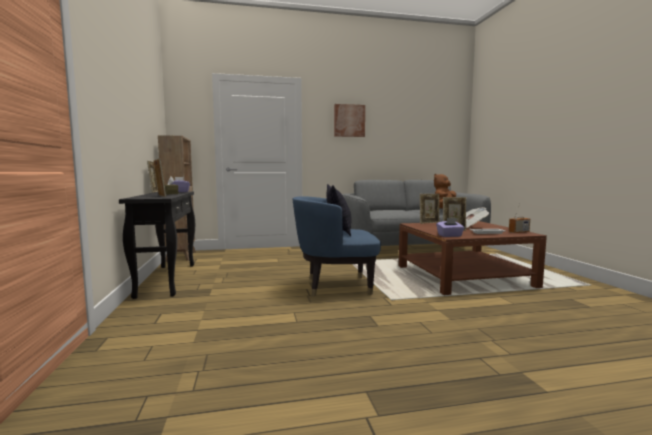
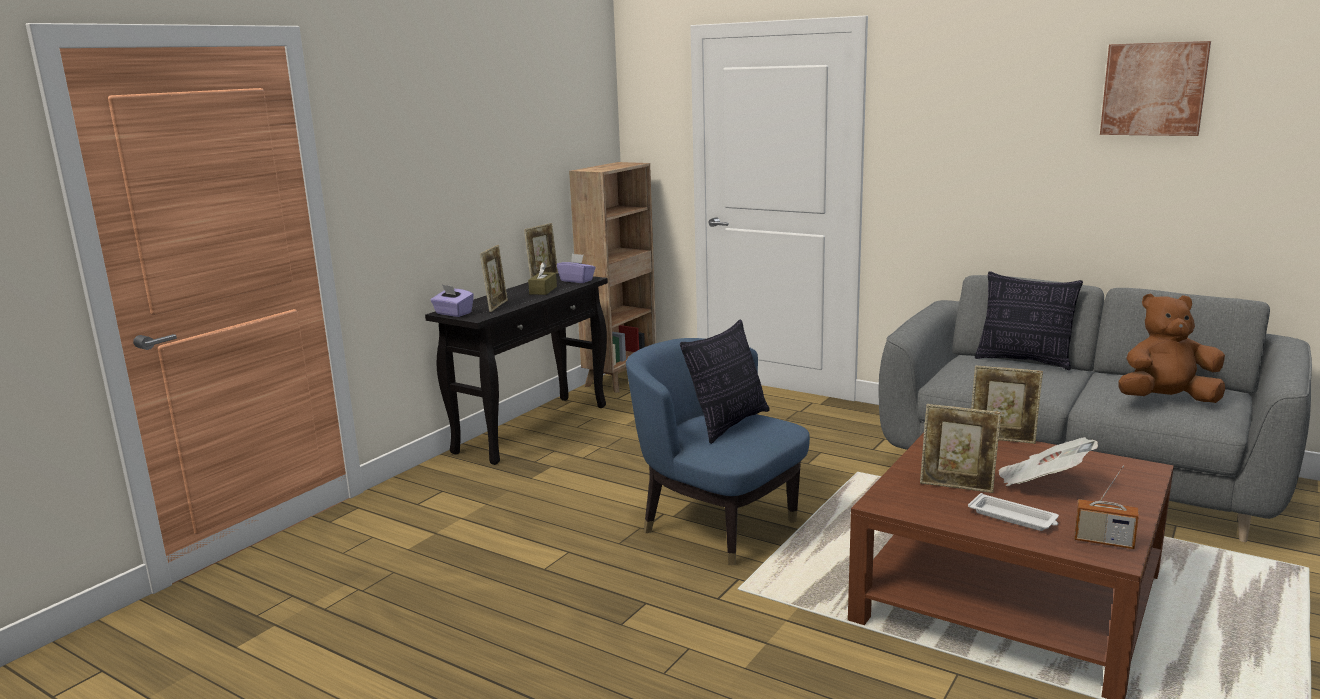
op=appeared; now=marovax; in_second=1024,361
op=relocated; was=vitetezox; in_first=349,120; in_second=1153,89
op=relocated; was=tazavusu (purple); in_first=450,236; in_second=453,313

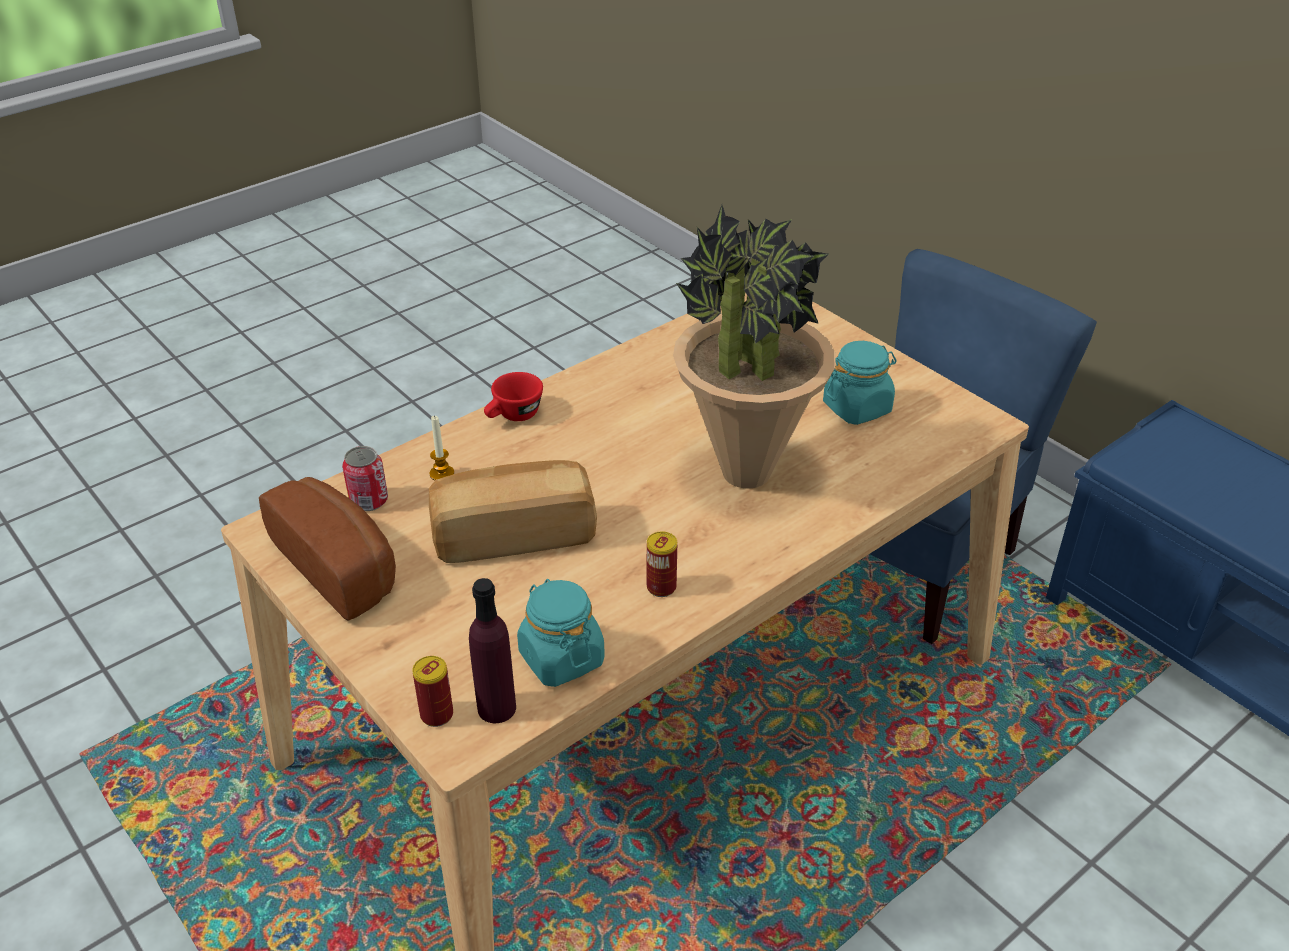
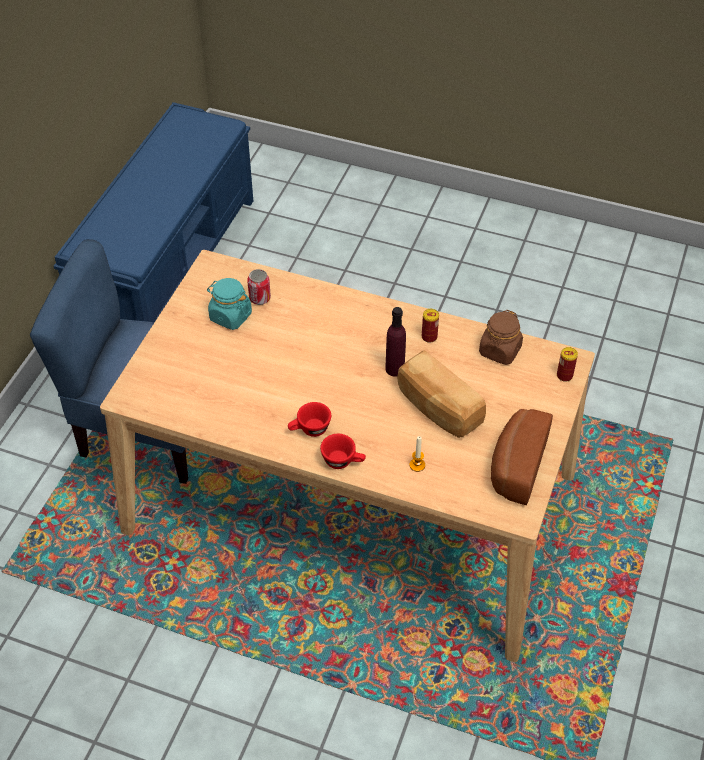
op=missing; was=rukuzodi; in_first=745,472
op=appeared; now=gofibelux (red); in_second=309,430
op=relocated; was=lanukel; in_first=369,501; in_second=259,298
op=relocated; was=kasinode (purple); in_first=496,708; in_second=394,369
op=colour; was=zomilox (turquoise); now=zomilox (brown); in_first=561,658; in_second=500,351

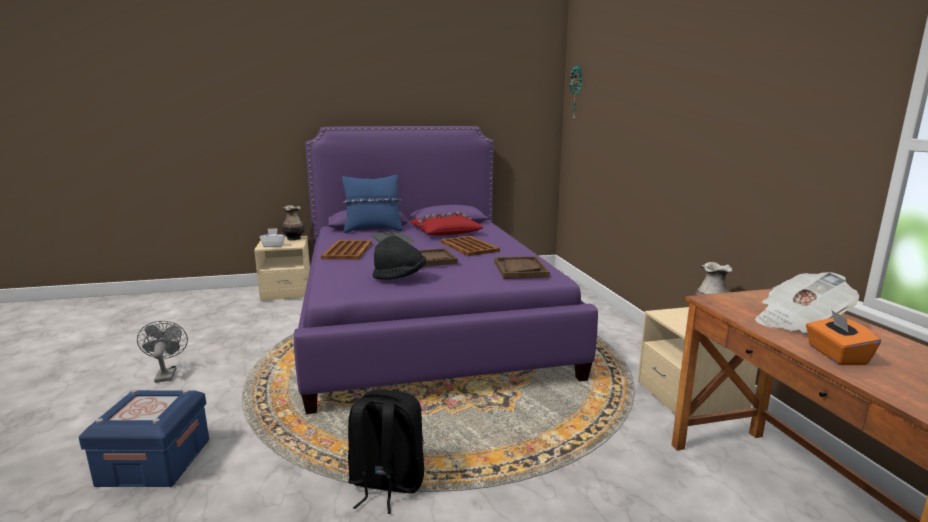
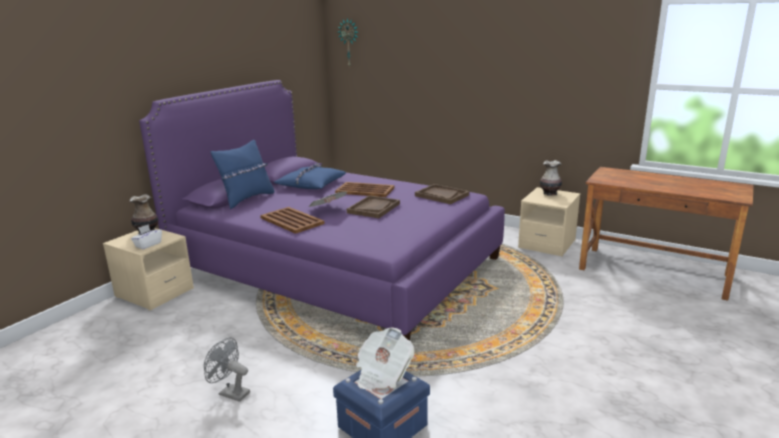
op=missing; was=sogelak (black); in_first=386,484
op=missing; was=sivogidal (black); in_first=400,277
op=missing; was=tazavusu (orange); in_first=836,355
op=relocated; was=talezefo; in_first=798,322; in_second=382,373
op=colour; was=marovax (red); now=marovax (blue); in_first=445,232; in_second=311,184

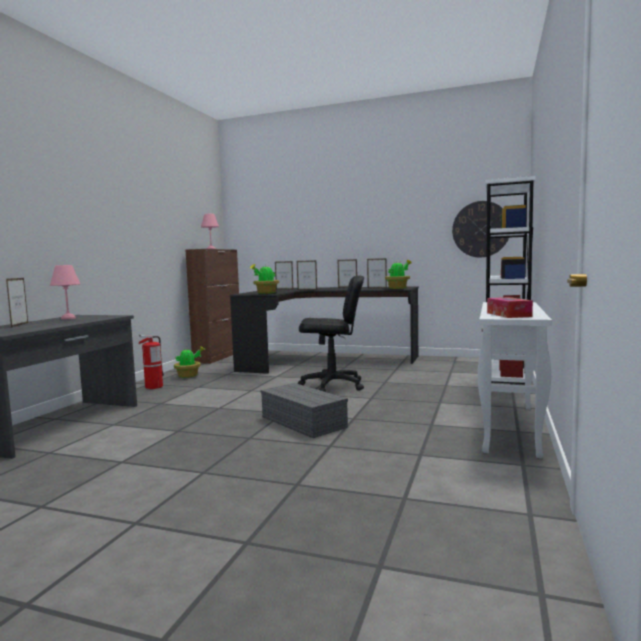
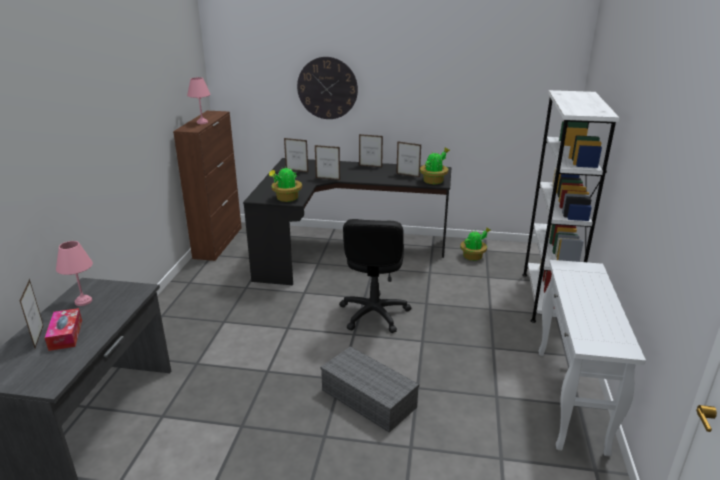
op=missing; was=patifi; in_first=153,387
op=relocated; was=rukuzodi; in_first=189,376; in_second=473,256
op=relocated; was=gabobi; in_first=481,229; in_second=327,88
op=relocated; was=tazavusu; in_first=508,315; in_second=66,335
op=spun; was=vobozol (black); in_first=332,386; in_second=373,314; clockwise=105

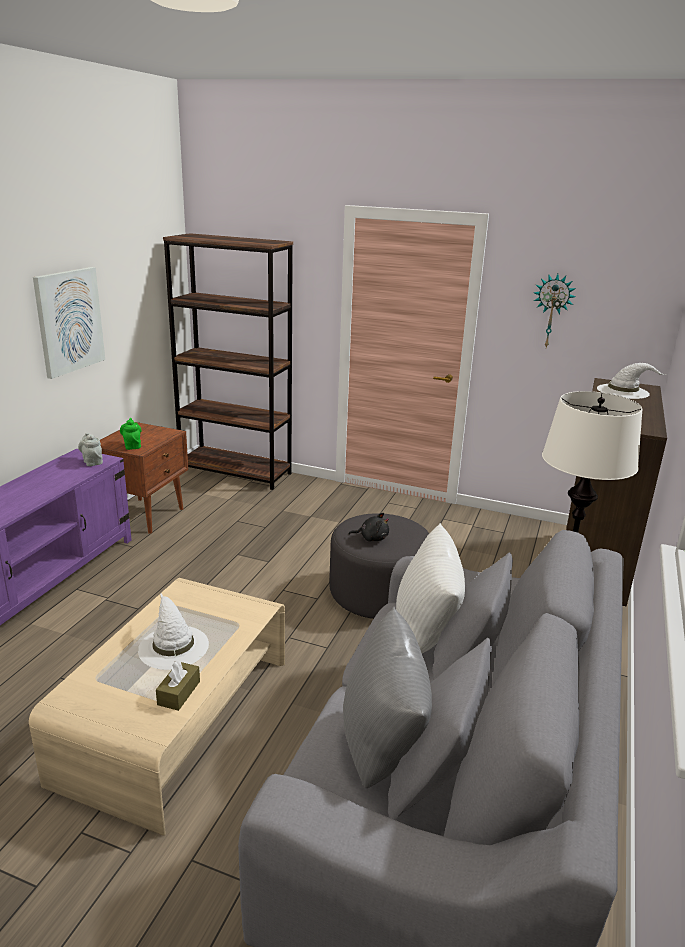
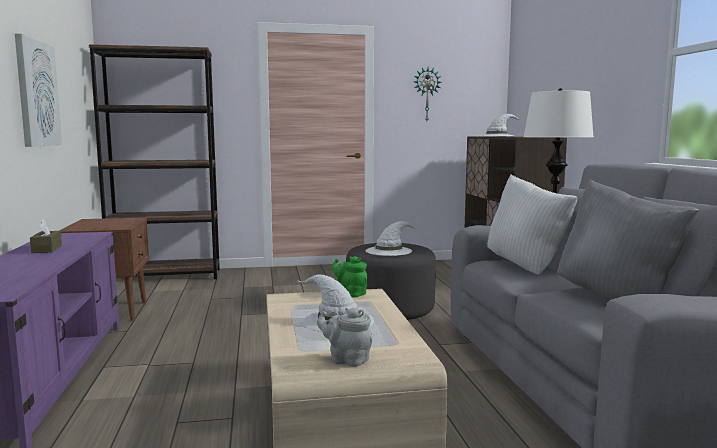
op=relocated; was=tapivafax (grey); in_first=92,462; in_second=346,360
op=relocated; was=tapivafax (green); in_first=132,446; in_second=350,294
op=relocated; was=tazavusu (brown); in_first=179,693; in_second=47,249
op=exchanged; was=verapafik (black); now=sivogidal (white); in_first=372,538; in_second=389,250

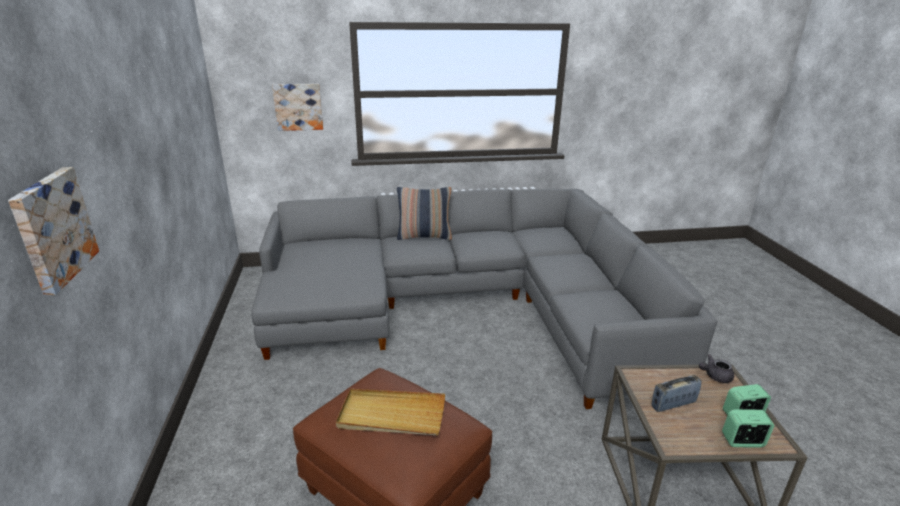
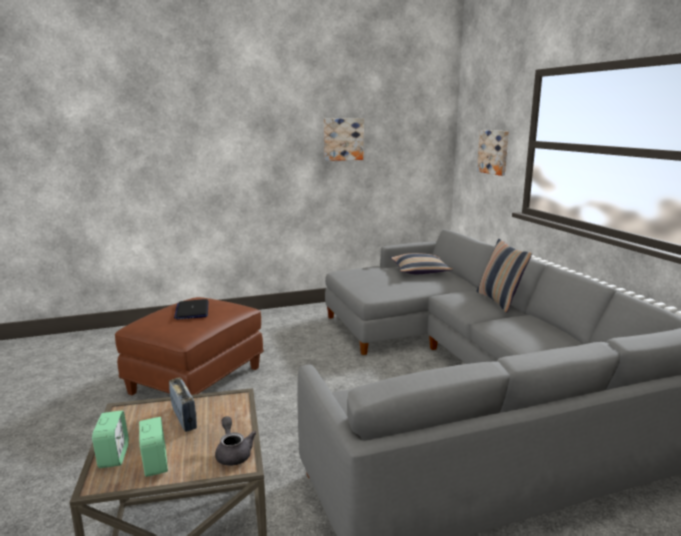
op=appeared; now=marovax; in_second=419,271
op=relocated; was=vitetezox; in_first=52,229; in_second=343,139
op=exchanged; was=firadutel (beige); now=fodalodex; in_first=391,415; in_second=192,310

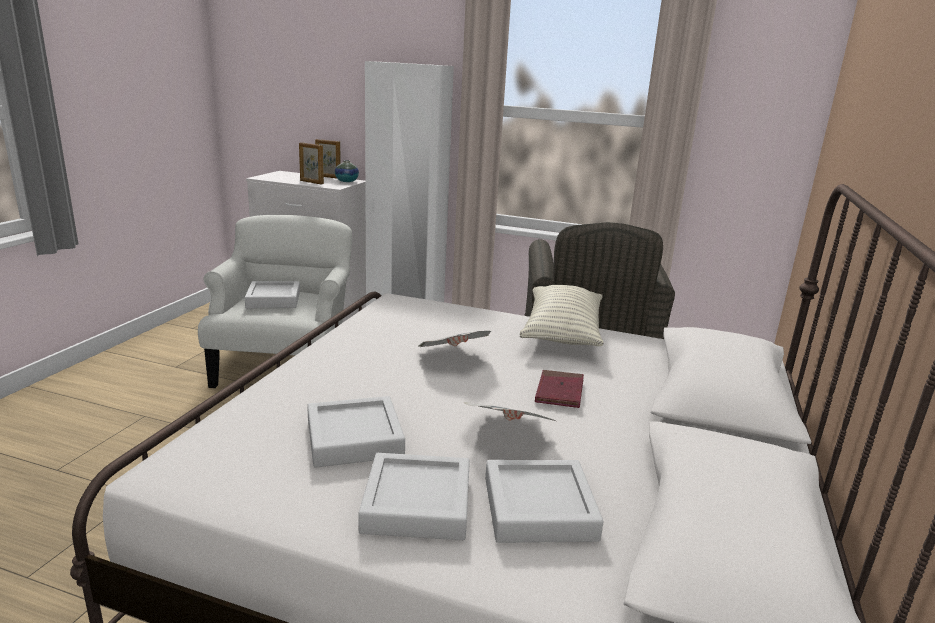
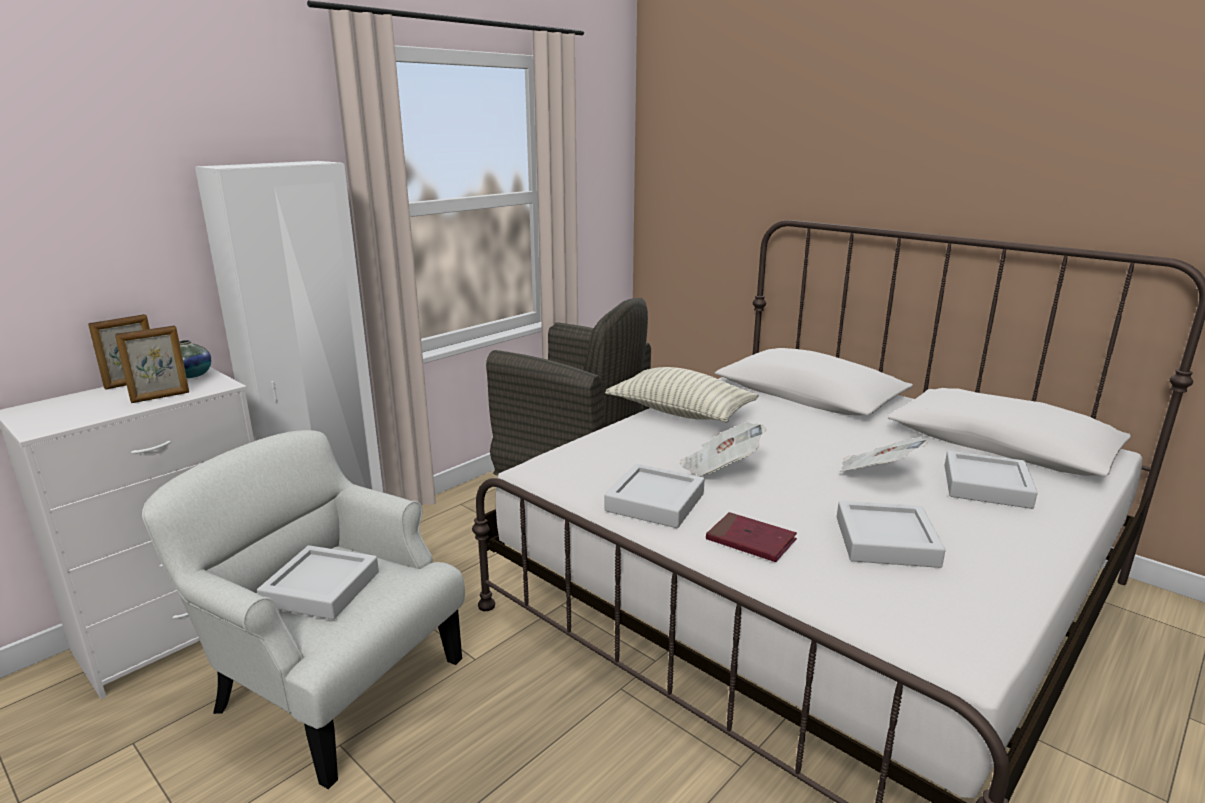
op=relocated; was=firadutel (grey); in_first=417,504; in_second=655,502
op=relocated; was=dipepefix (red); in_first=559,392; in_second=750,541

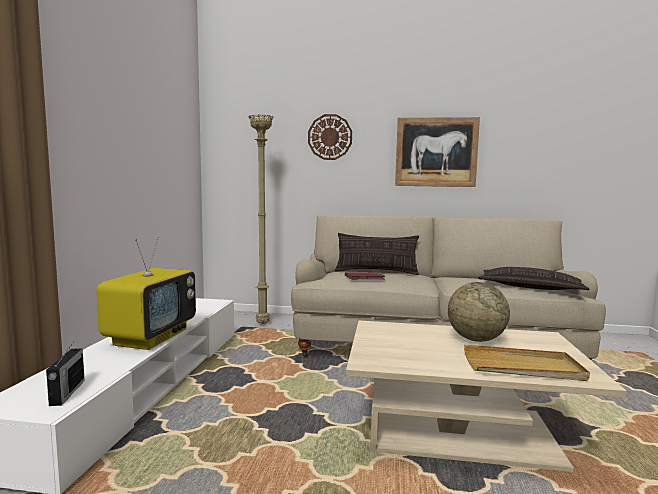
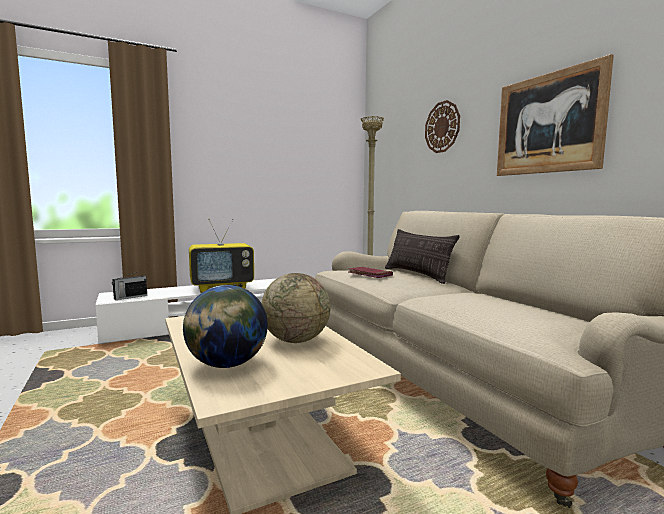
op=missing; was=marovax; in_first=530,287
op=exchanged; was=firadutel (beige); now=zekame; in_first=522,367; in_second=227,364

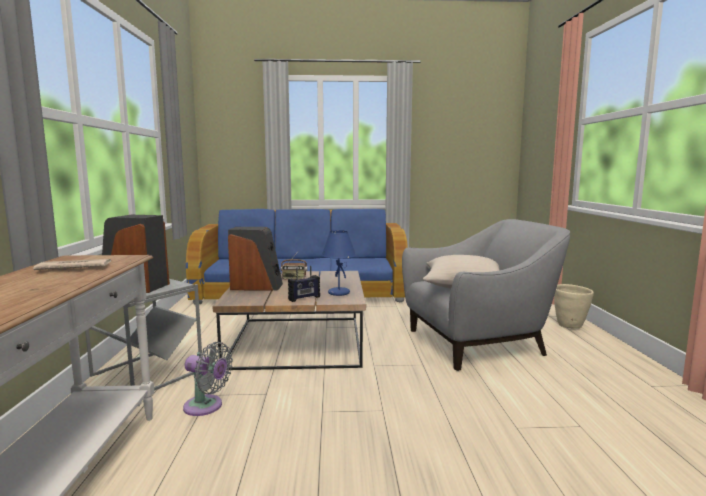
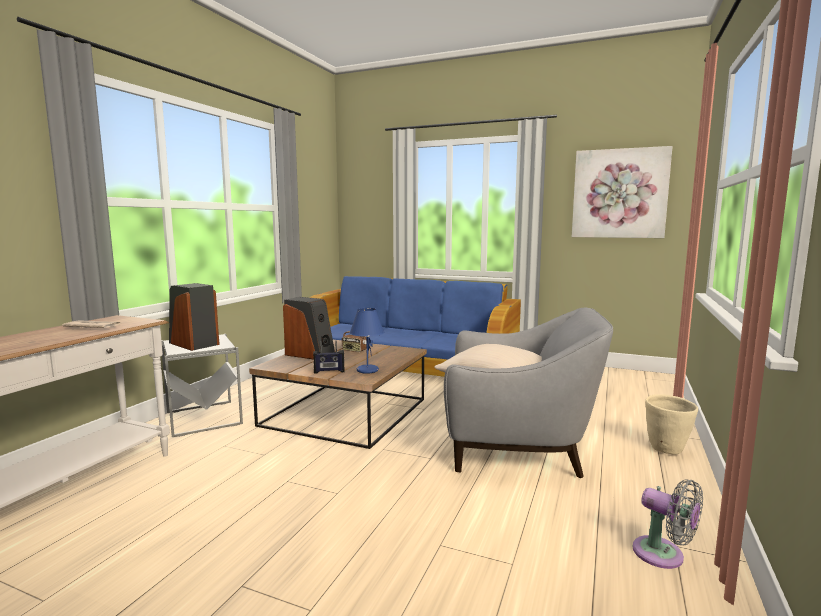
op=appeared; now=vitetezox; in_second=619,193
op=relocated; was=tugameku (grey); in_first=206,407; in_second=663,555

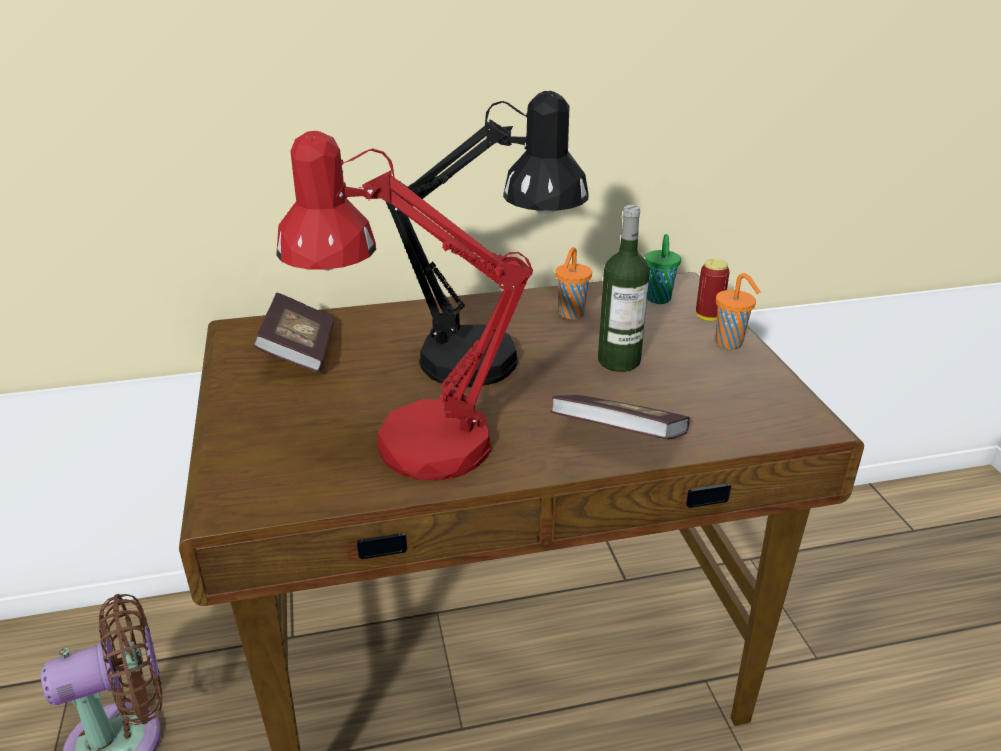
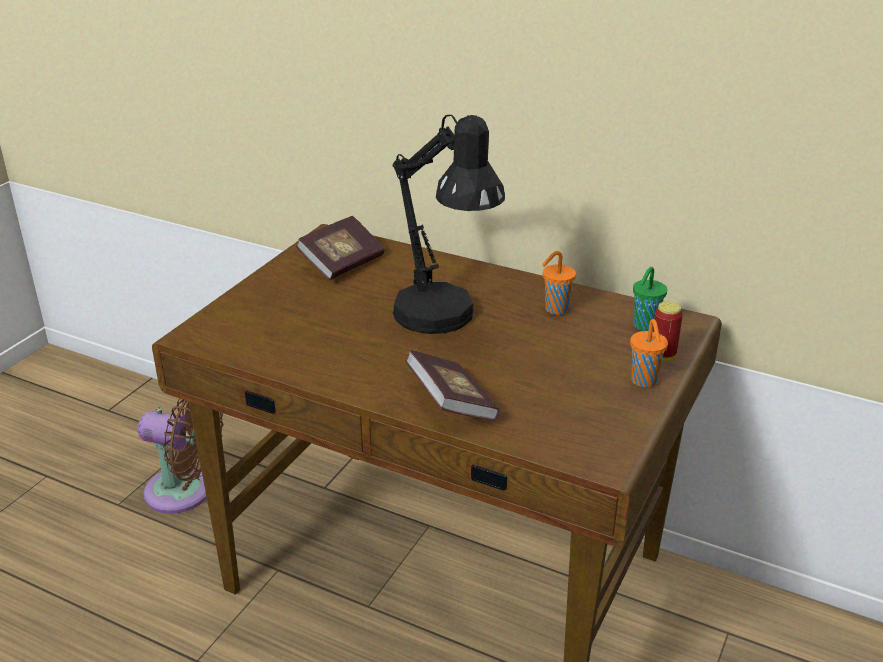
op=missing; was=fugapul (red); in_first=409,444
op=missing; was=kasinode; in_first=619,361

